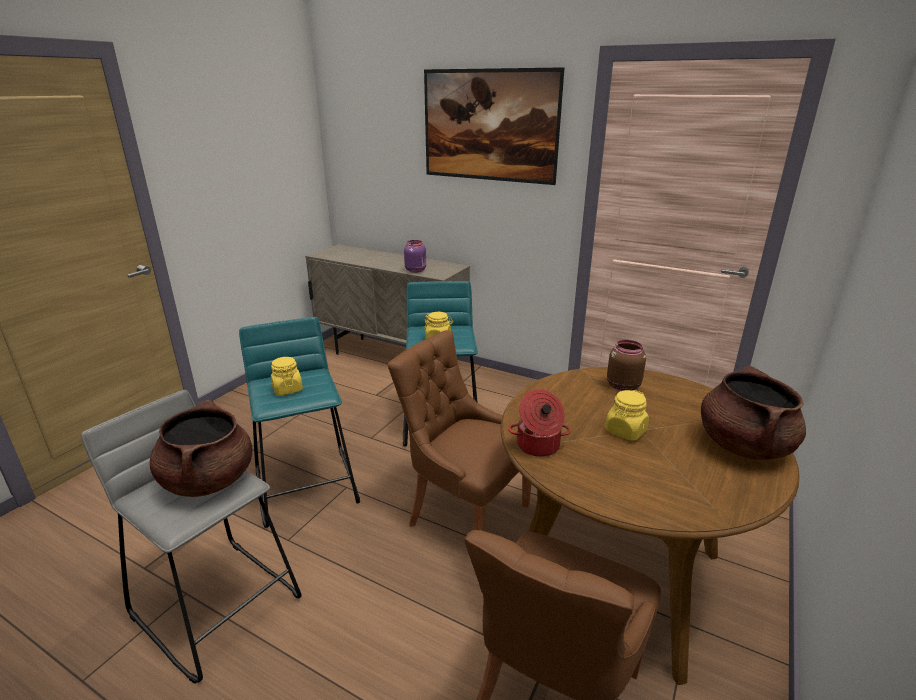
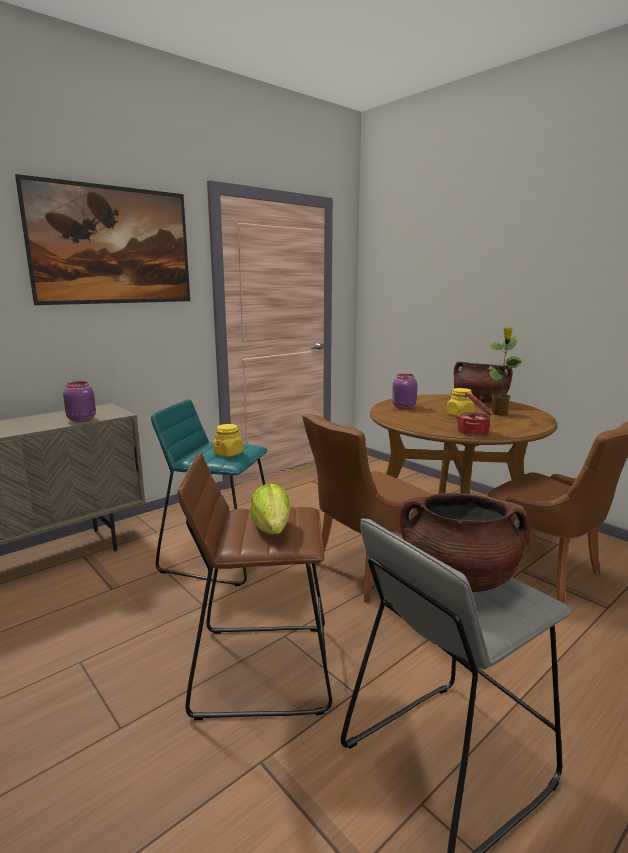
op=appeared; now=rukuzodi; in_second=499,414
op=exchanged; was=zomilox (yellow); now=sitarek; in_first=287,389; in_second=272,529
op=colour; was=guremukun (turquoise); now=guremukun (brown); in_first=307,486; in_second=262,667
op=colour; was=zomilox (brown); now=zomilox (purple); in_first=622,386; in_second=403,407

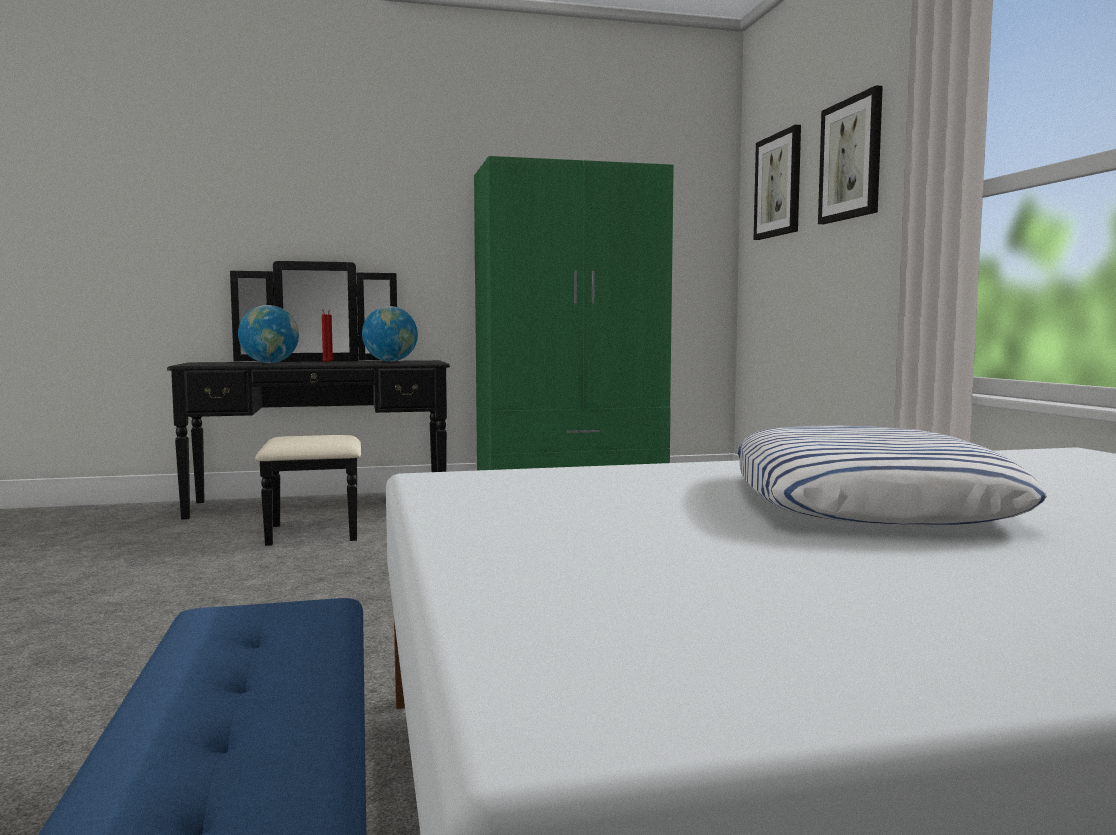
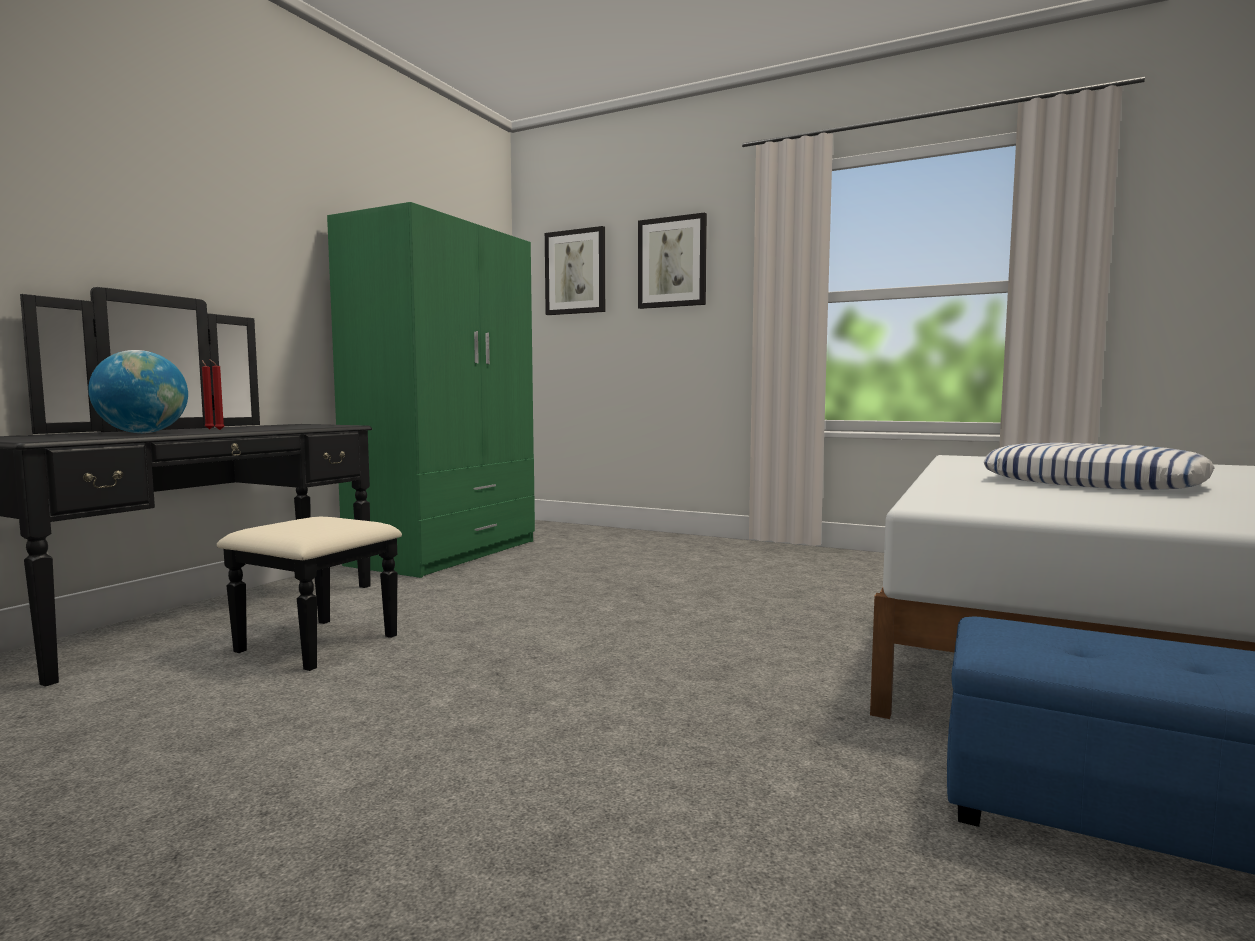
op=missing; was=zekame; in_first=390,361

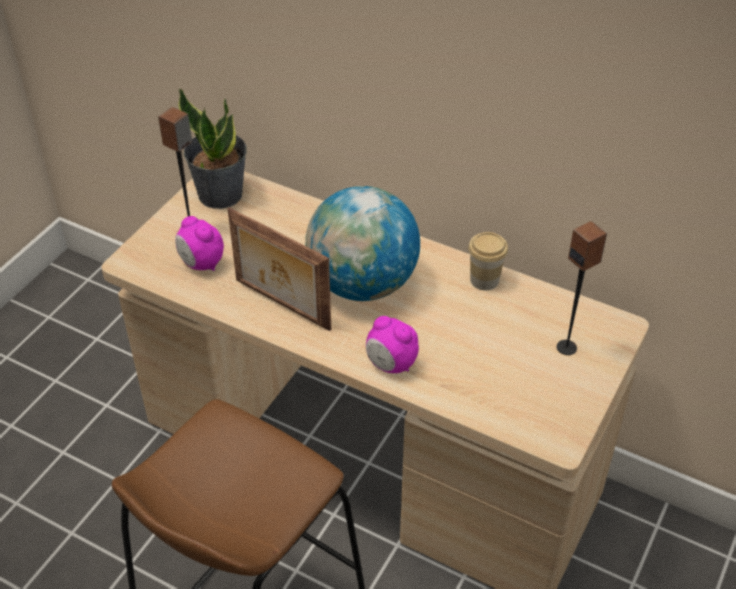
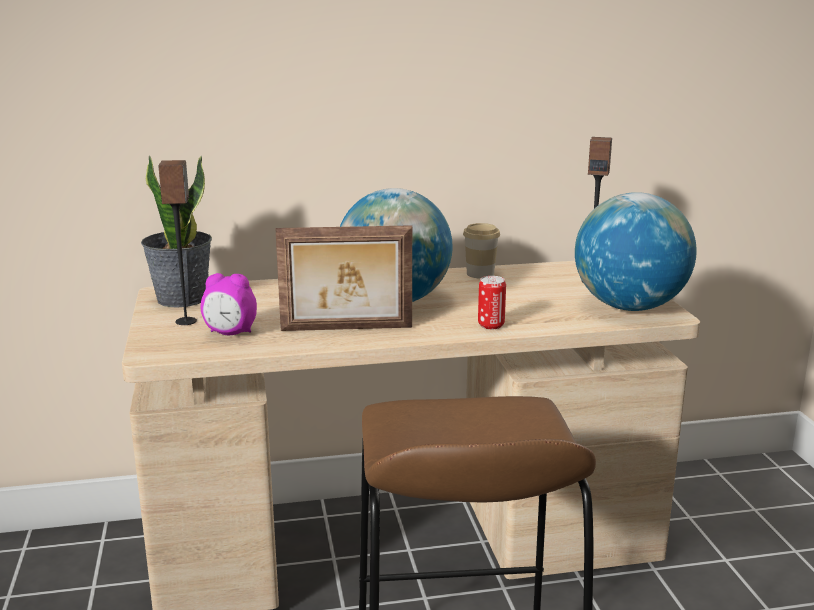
op=appeared; now=zekame; in_second=629,307
op=exchanged; was=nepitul; now=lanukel; in_first=391,364; in_second=491,325

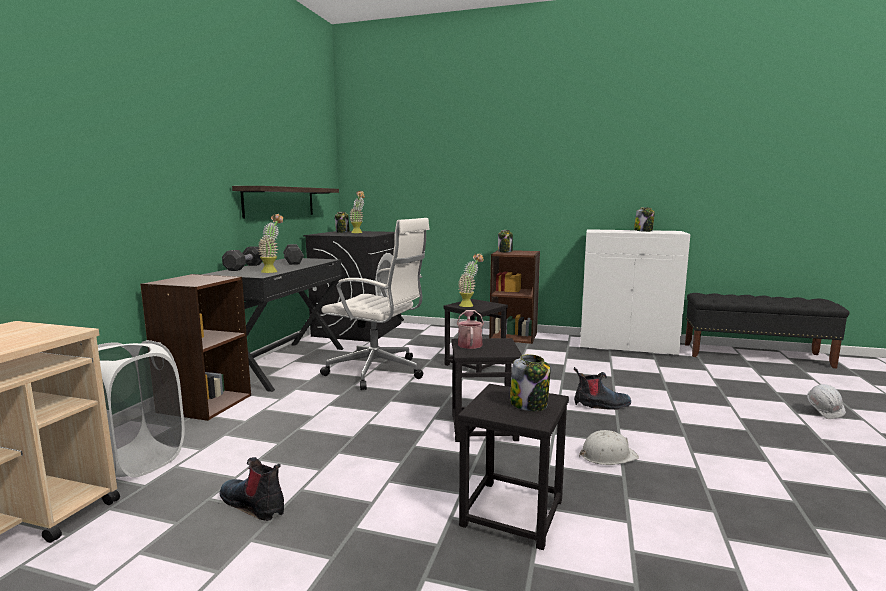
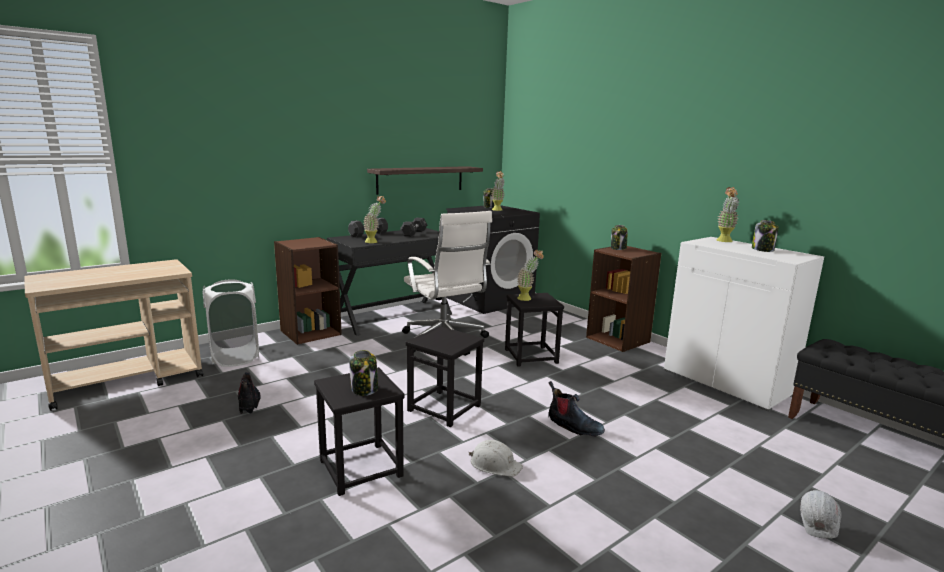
op=missing; was=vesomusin; in_first=469,343
op=appeared; now=rukuzodi; in_second=724,241

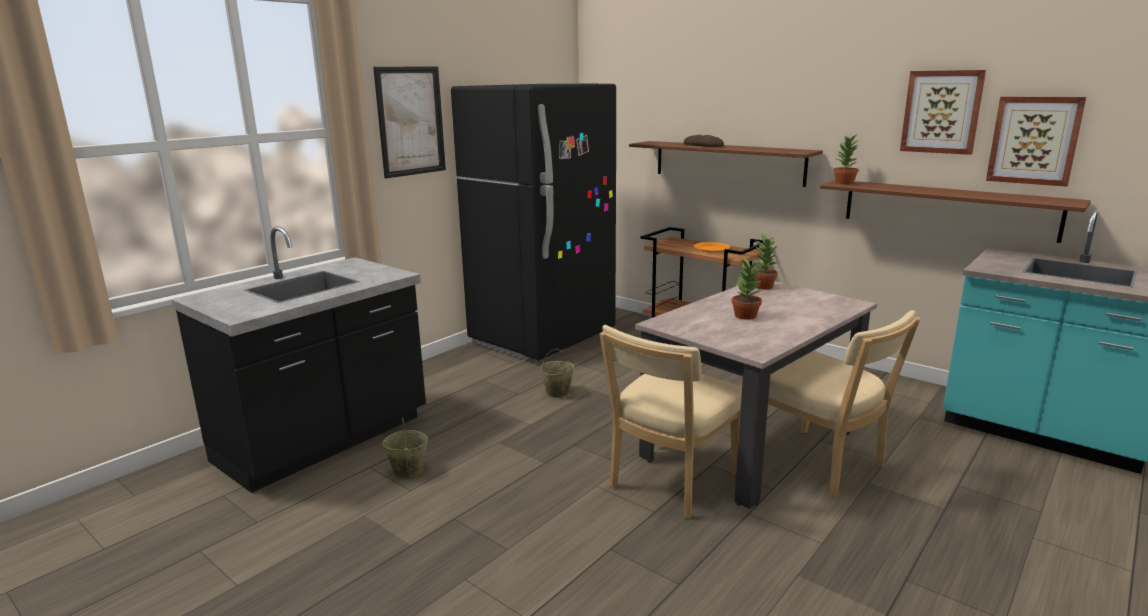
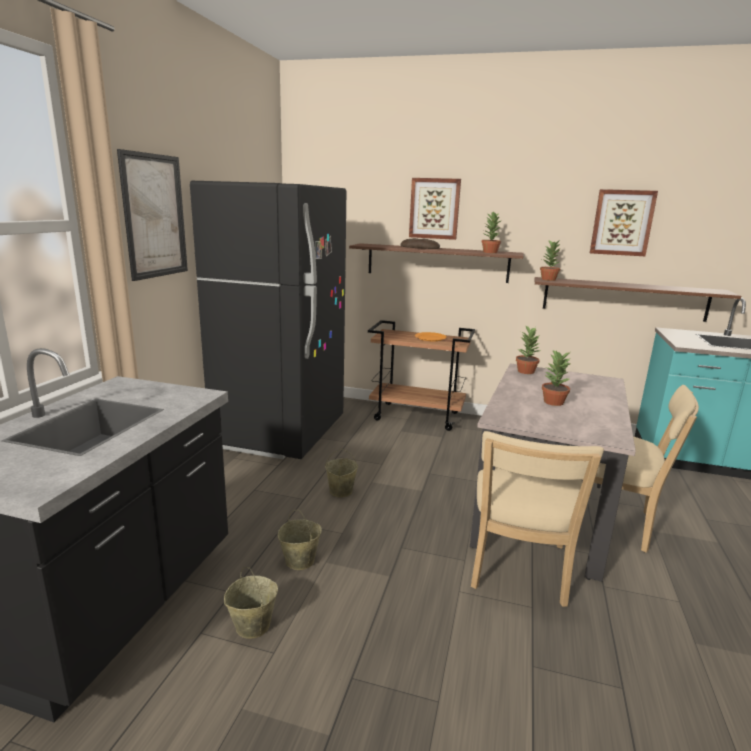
op=appeared; now=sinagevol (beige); in_second=299,561
op=appeared; now=rukuzodi; in_second=489,252
op=relocated; was=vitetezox; in_first=1034,140; in_second=434,208

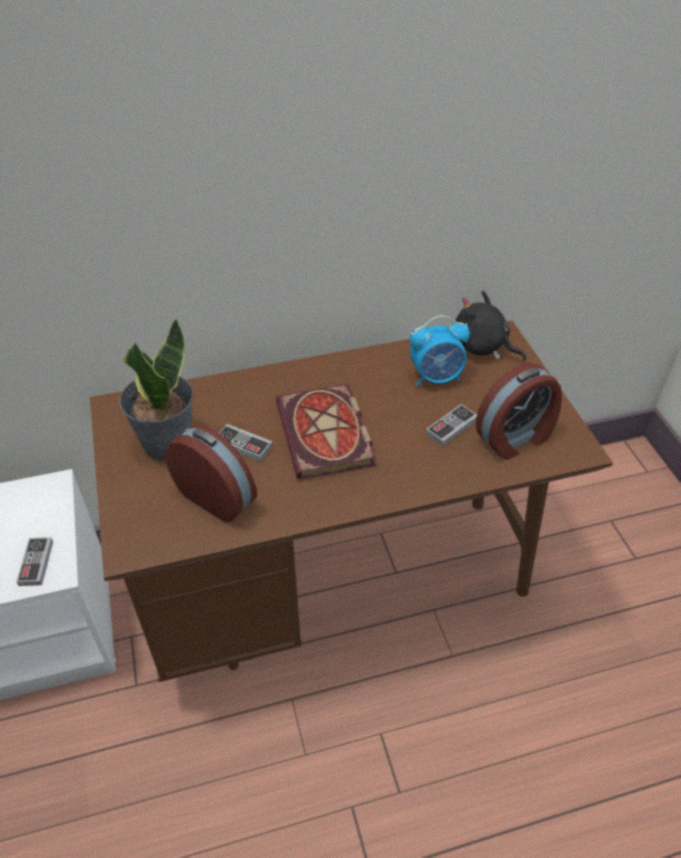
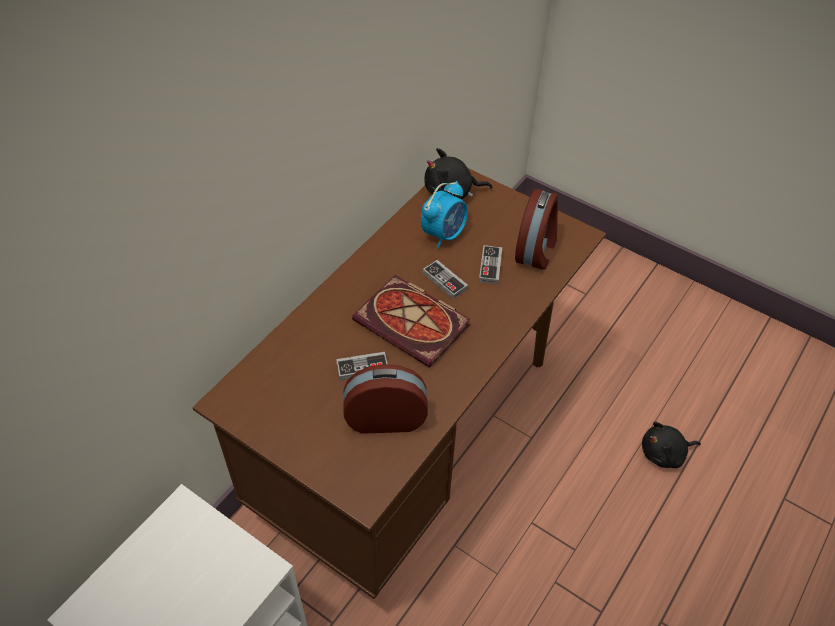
op=missing; was=rukuzodi; in_first=166,442
op=appeared; now=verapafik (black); in_second=664,453
op=relocated; was=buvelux; in_first=36,563; in_second=444,281

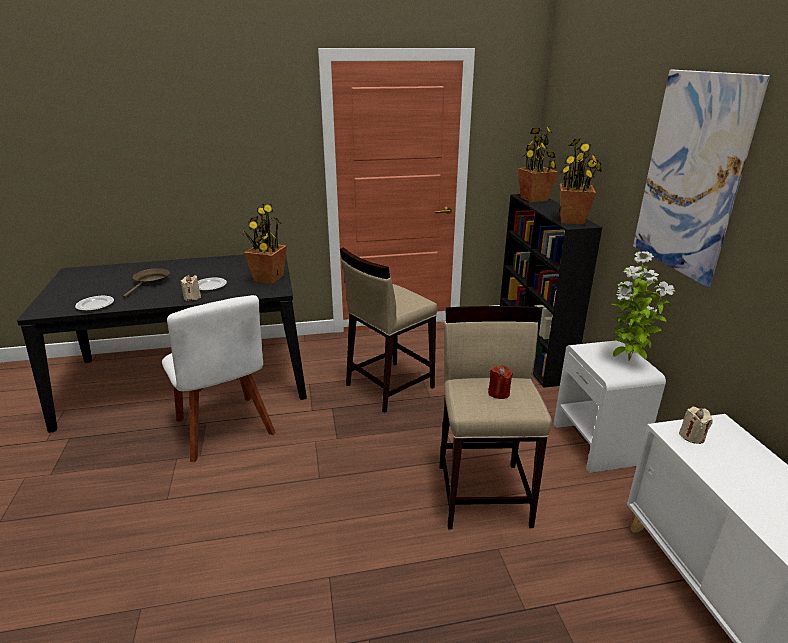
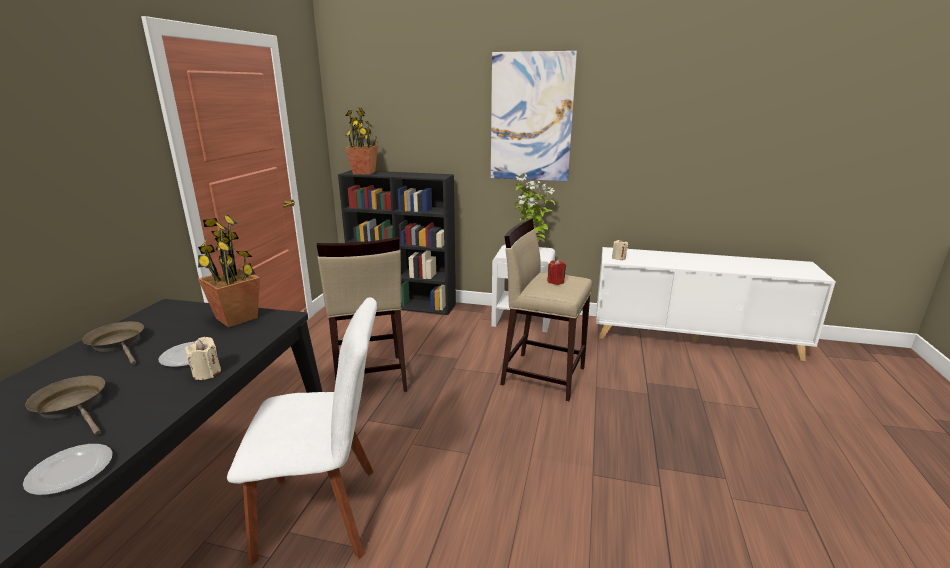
op=missing; was=rukuzodi; in_first=572,220
op=appeared; now=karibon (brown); in_second=119,344

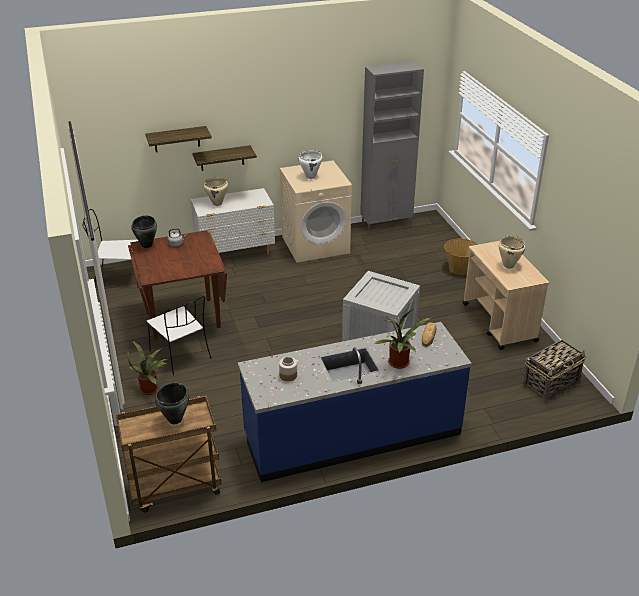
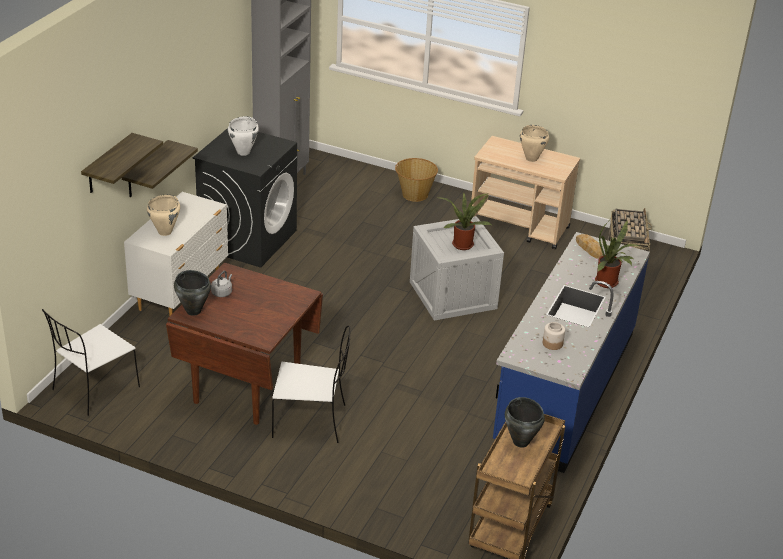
op=relocated; was=rukuzodi; in_first=151,388; in_second=463,243
op=colour; was=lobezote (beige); now=lobezote (black); in_first=315,244; in_second=248,239

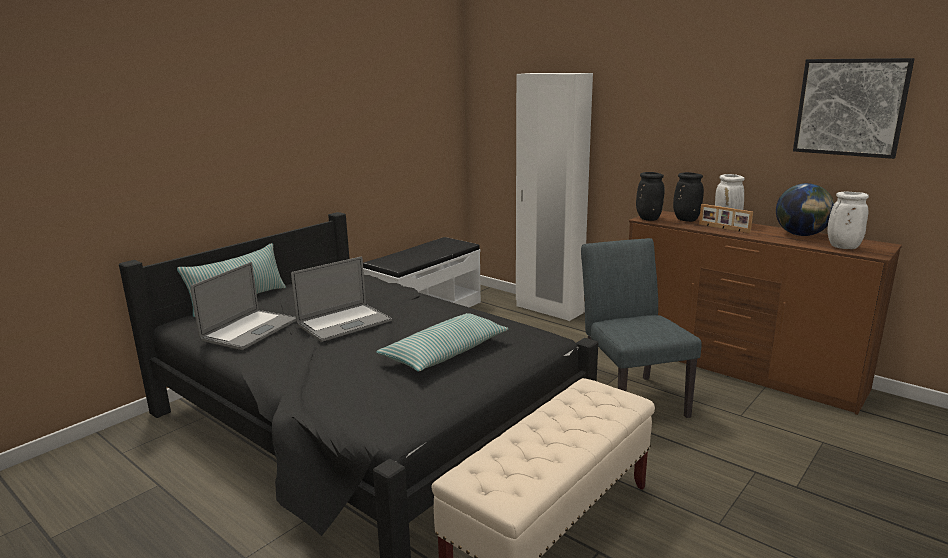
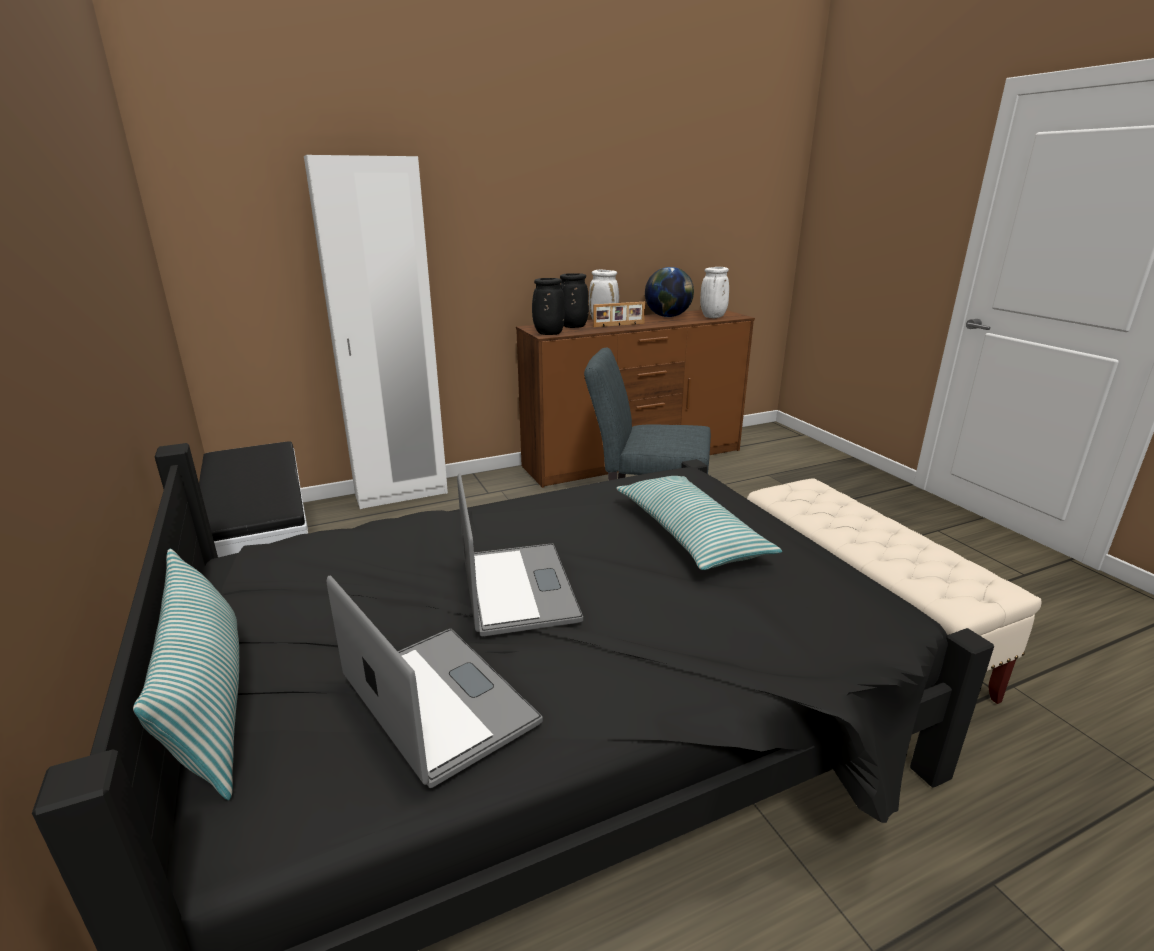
op=missing; was=vitetezox; in_first=850,107

